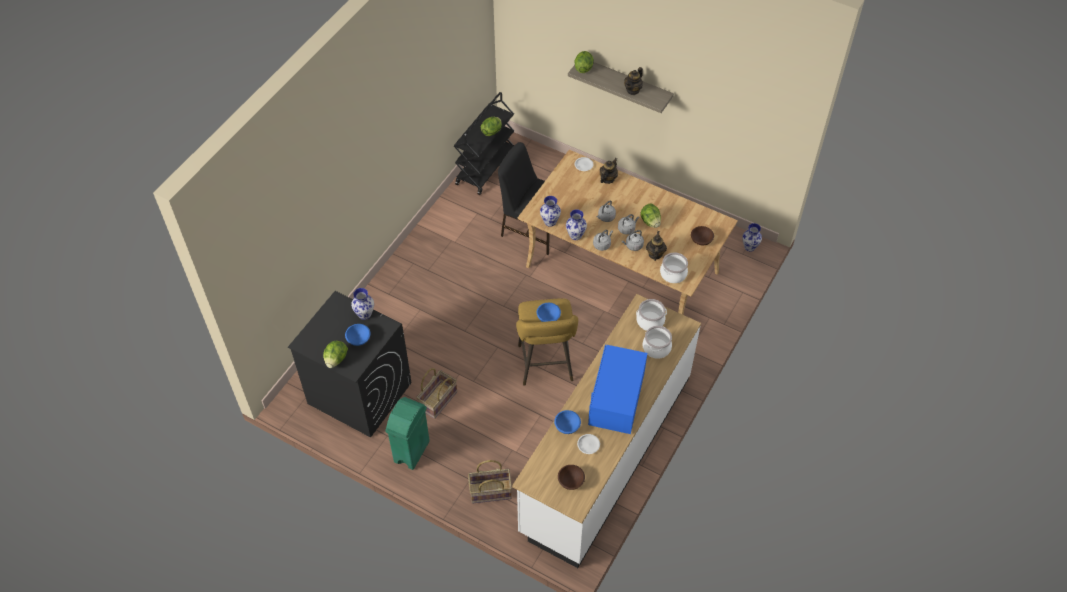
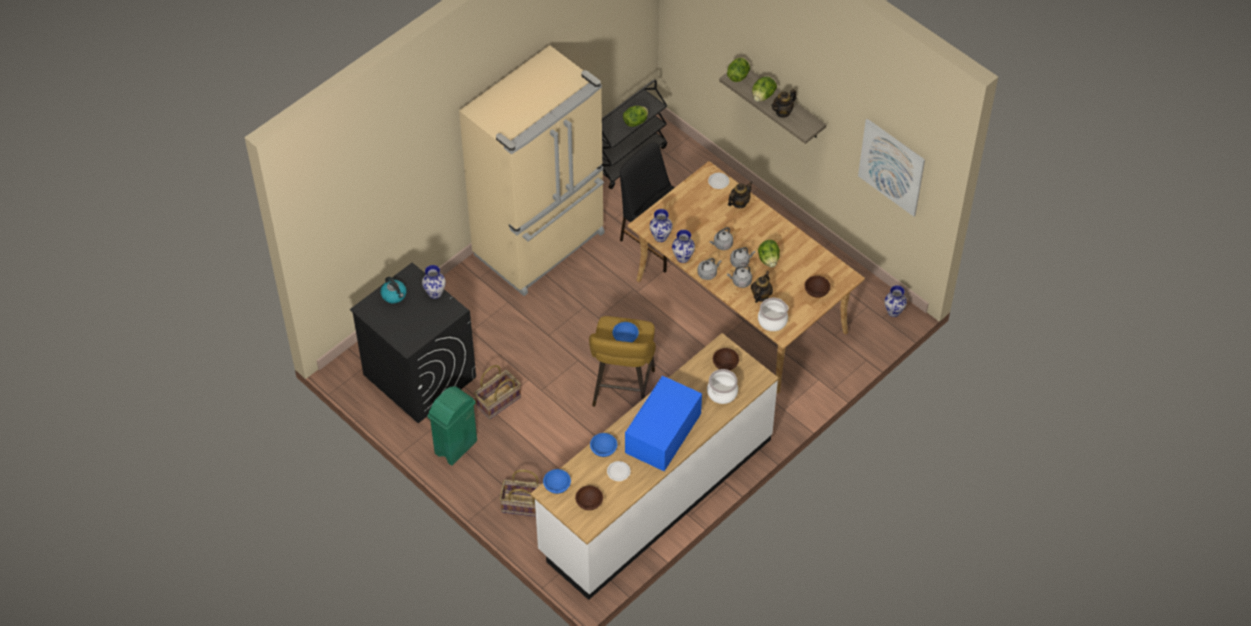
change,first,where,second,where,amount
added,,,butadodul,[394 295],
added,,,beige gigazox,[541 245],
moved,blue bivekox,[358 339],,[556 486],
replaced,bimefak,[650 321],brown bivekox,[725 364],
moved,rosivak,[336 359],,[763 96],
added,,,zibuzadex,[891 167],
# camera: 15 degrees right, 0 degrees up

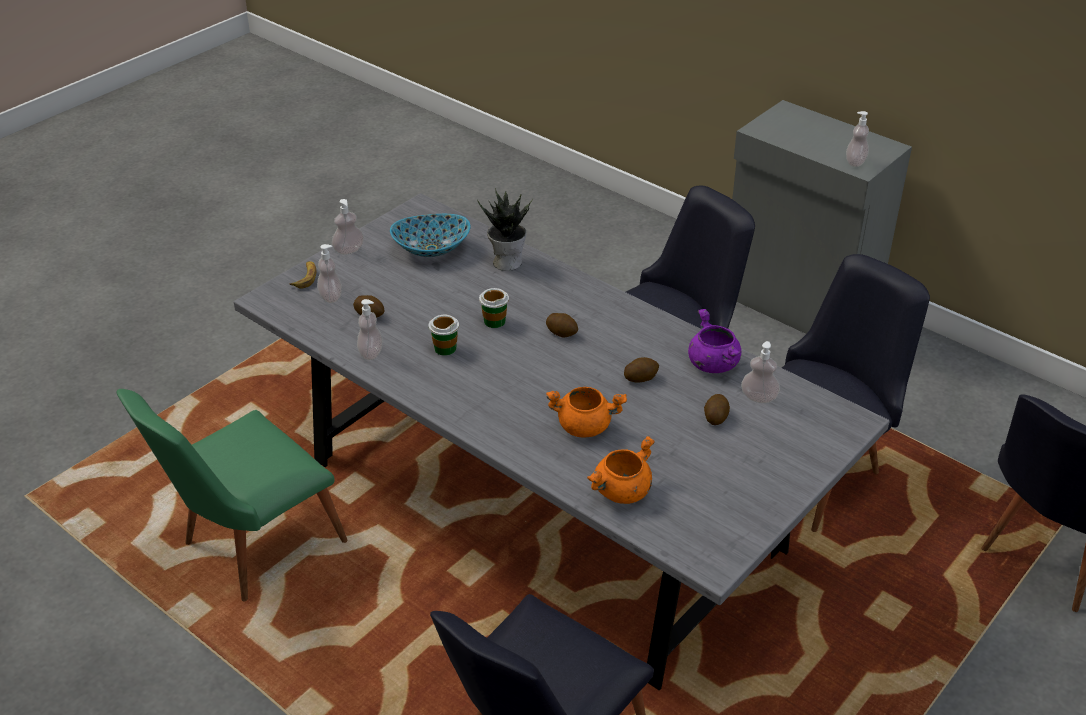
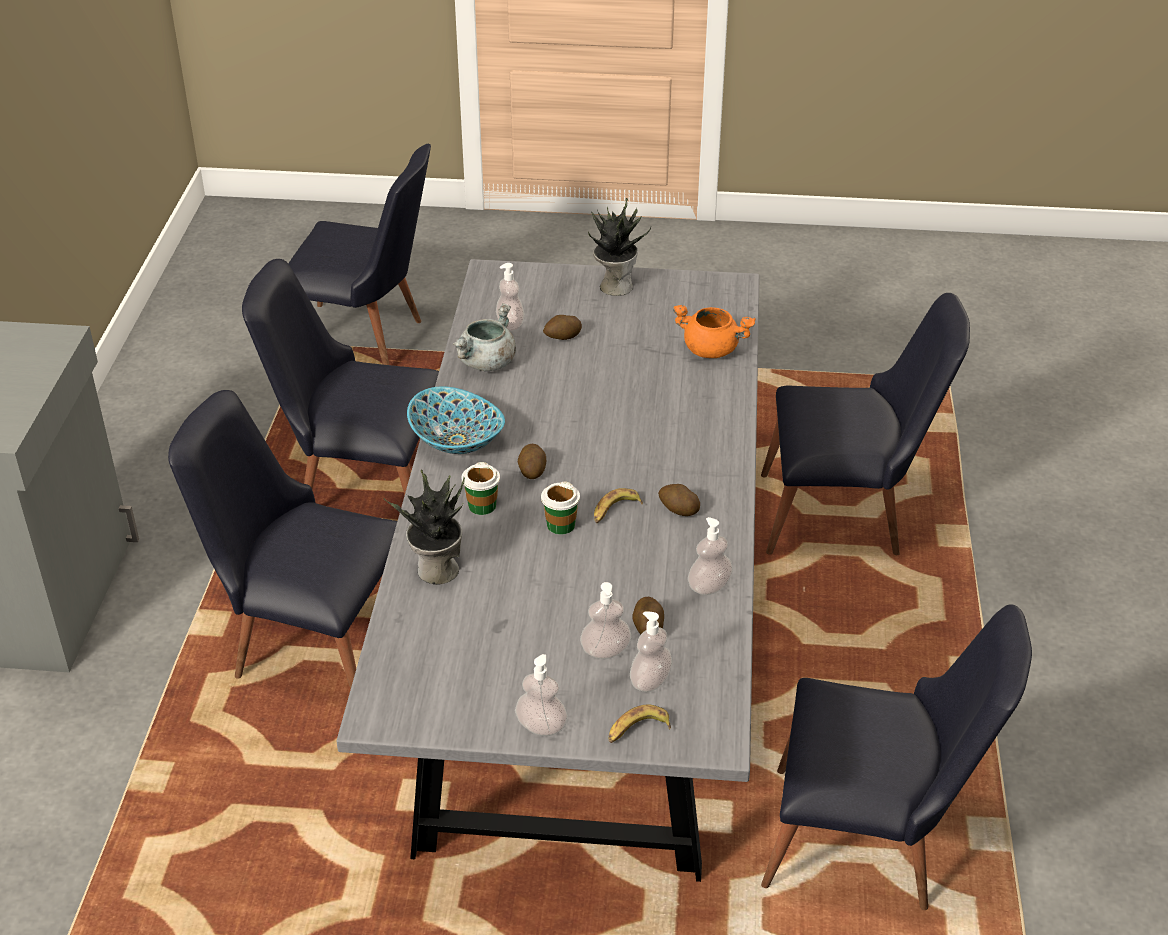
change,first,where,second,where,amount
moved,bivekox,[431 249],,[456 441],
recoloured,purple bimefak,[712 364],grey bimefak,[486 363],
moved,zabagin,[445 348],,[482 506],
moved,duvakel,[855 162],,[605 651],
added,,,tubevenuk,[614 286],
added,,,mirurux,[615 511],
moved,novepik,[641 378],,[678 510],
recoloured,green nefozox,[250 548],black nefozox,[871 846],
removed,orange bimefak,[585 426],,,
# camera: 125 degrees left, 0 degrees up

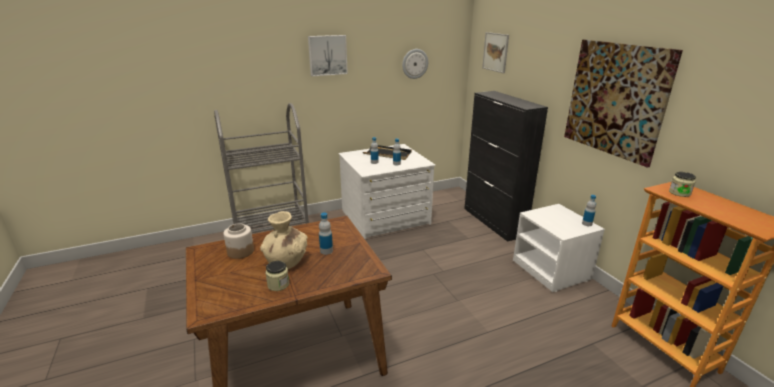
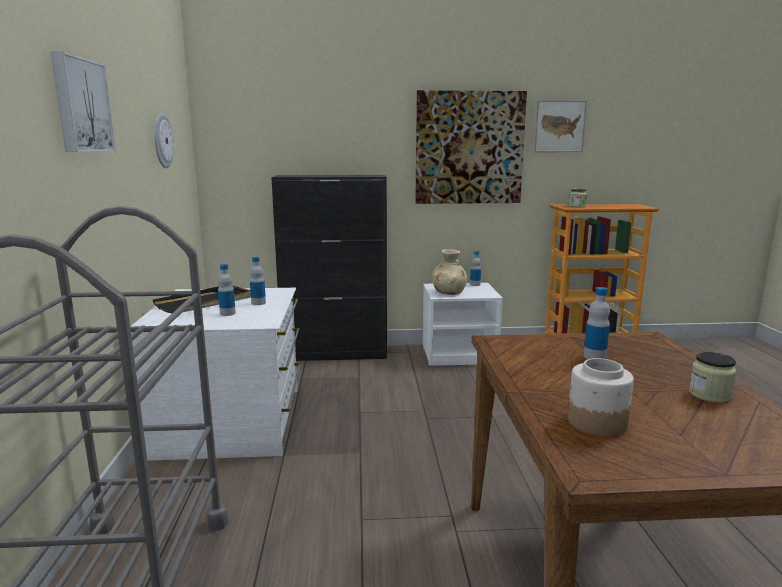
change,first,where,second,where,amount
moved,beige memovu,[286 262],,[449 292],
moved,zibuzadex,[495 52],,[559 126],
# camera: 70 degrees left, 10 degrees down

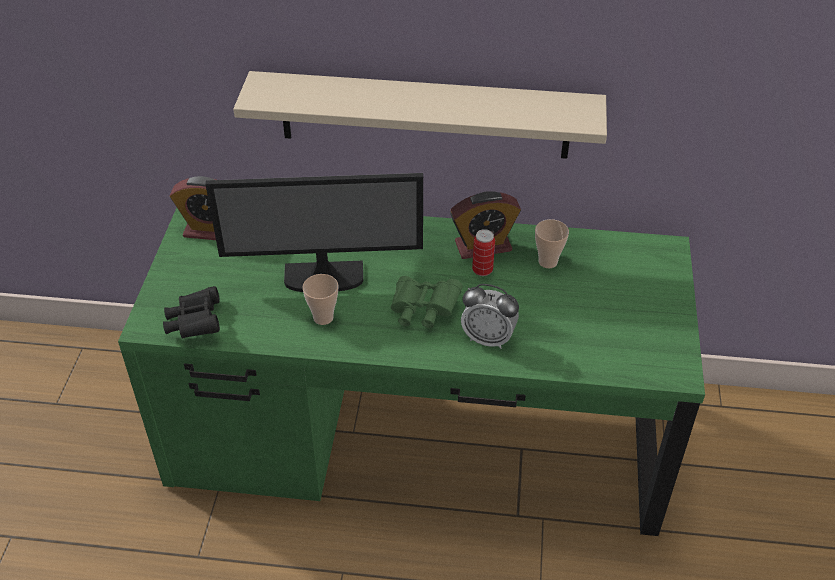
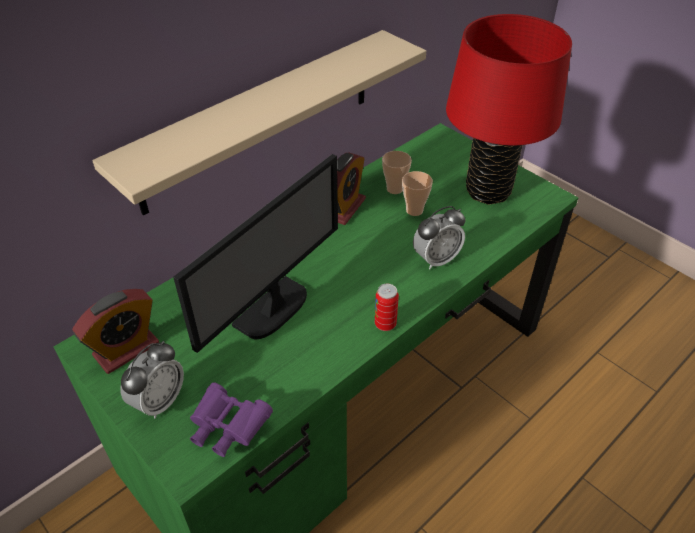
change,first,where,second,where,amount
added,,,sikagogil,[159 401],
recoloured,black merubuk,[195 323],purple merubuk,[227 428],
moved,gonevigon,[482 270],,[385 324],
moved,zabagin,[323 317],,[414 210],
added,,,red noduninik,[488 191],
removed,green merubuk,[423 311],,,
# camera: 50 degrees left, 0 degrees up

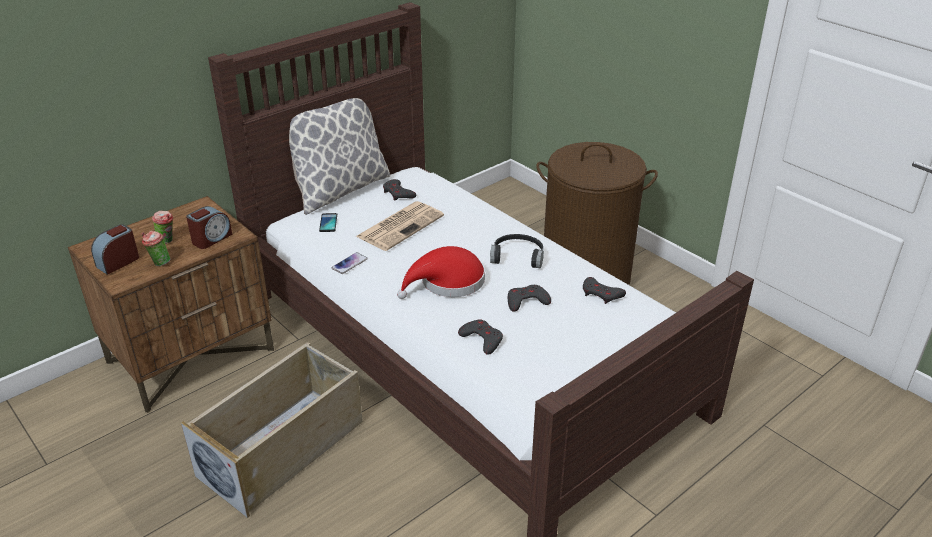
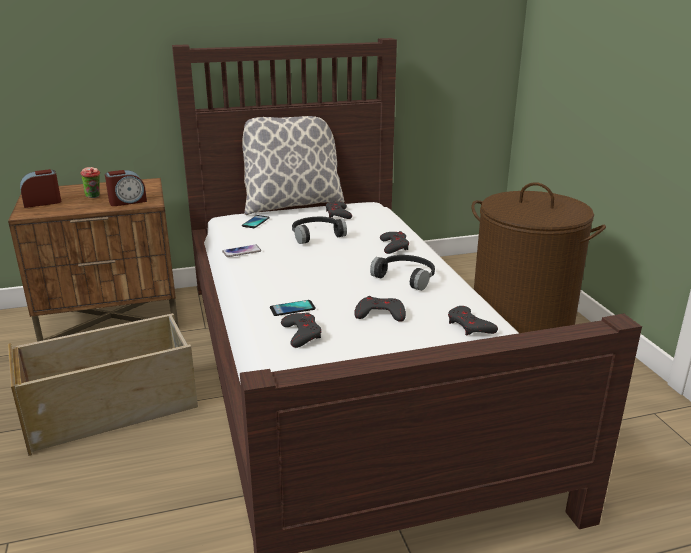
change,first,where,second,where,amount
added,,,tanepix,[292 308],
replaced,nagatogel,[400 226],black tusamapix,[316 235],
added,,,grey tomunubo,[394 246],
removed,zabagin,[159 263],,,
removed,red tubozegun,[448 282],,,
# camera: 25 degrees right, 10 degrees down

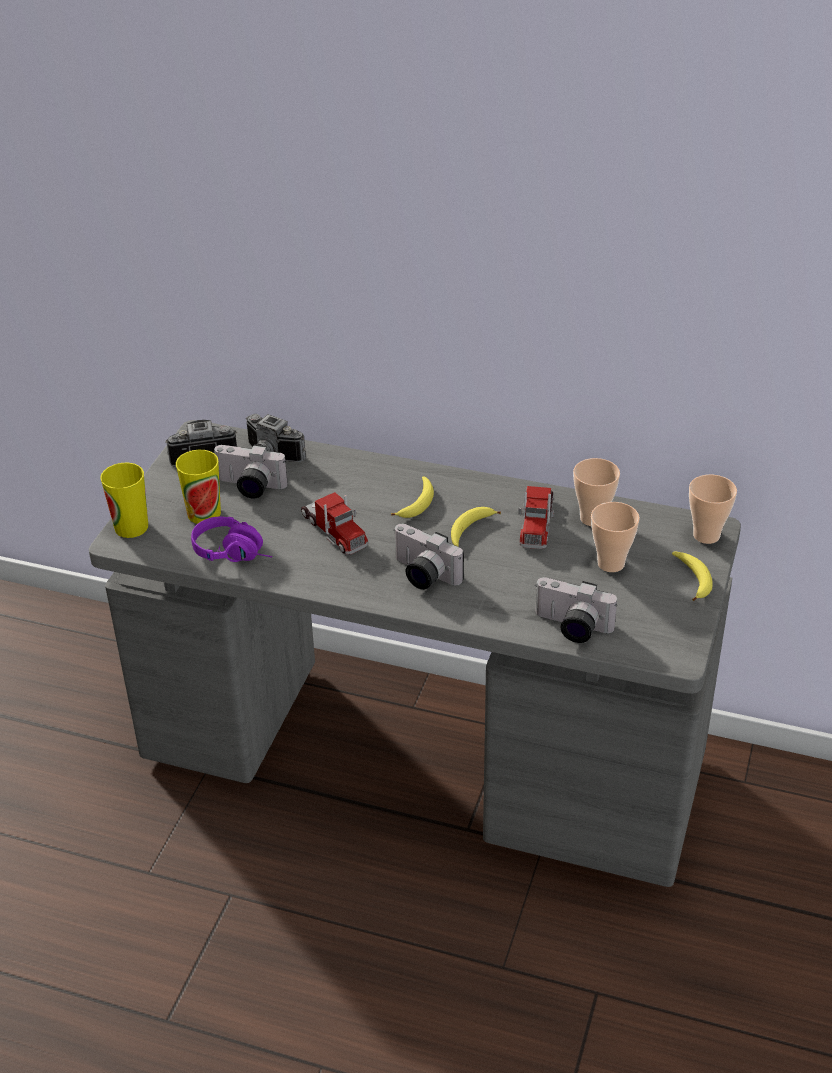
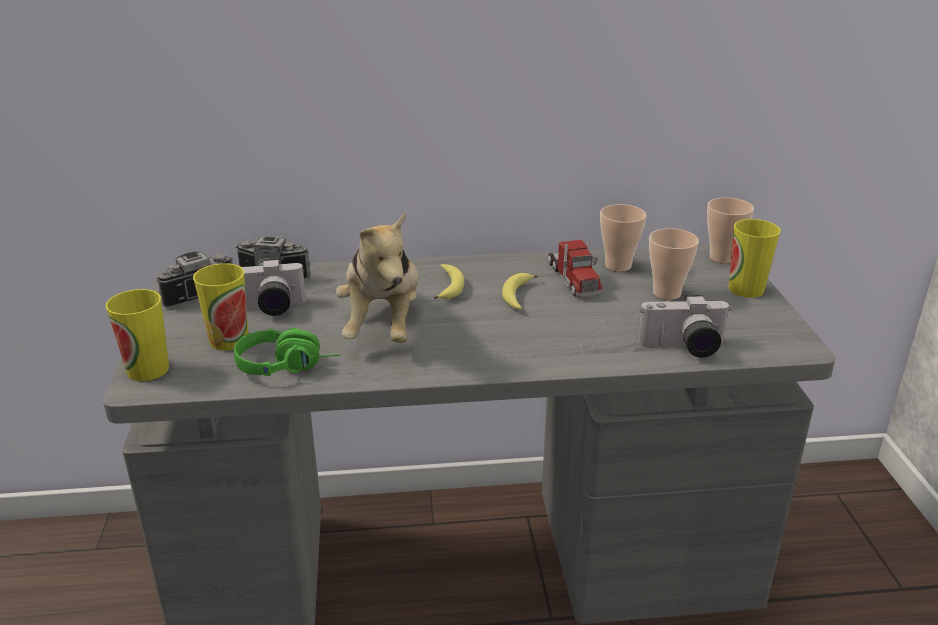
change,first,where,second,where,amount
recoloured,purple tusamapix,[236 553],green tusamapix,[289 365],
replaced,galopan,[334 531],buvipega,[383 325],
replaced,mirurux,[693 579],zabagin,[746 289],
removed,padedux,[422 575],,,
# camera: 25 degrees left, 10 degrees down

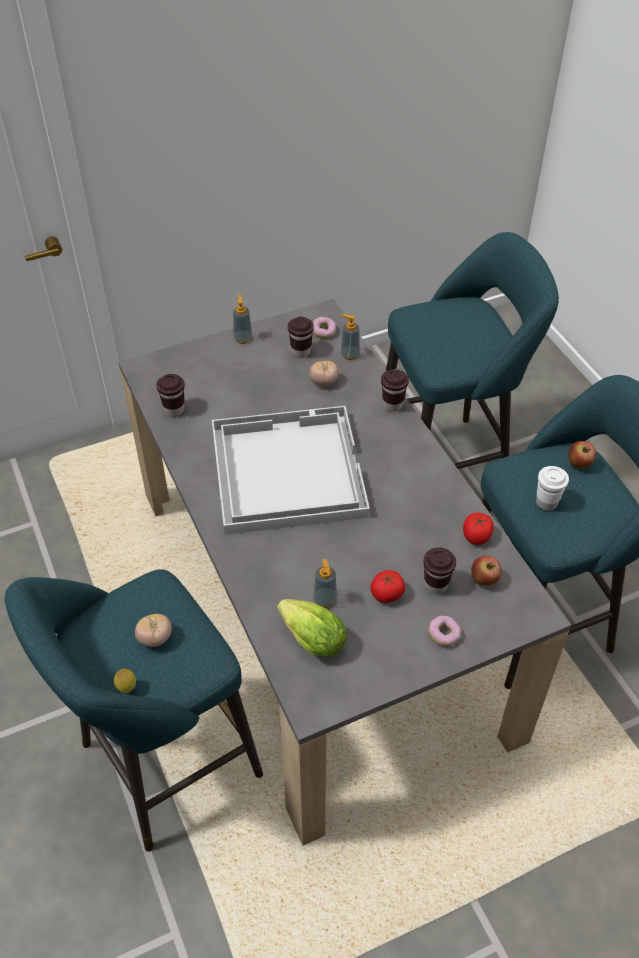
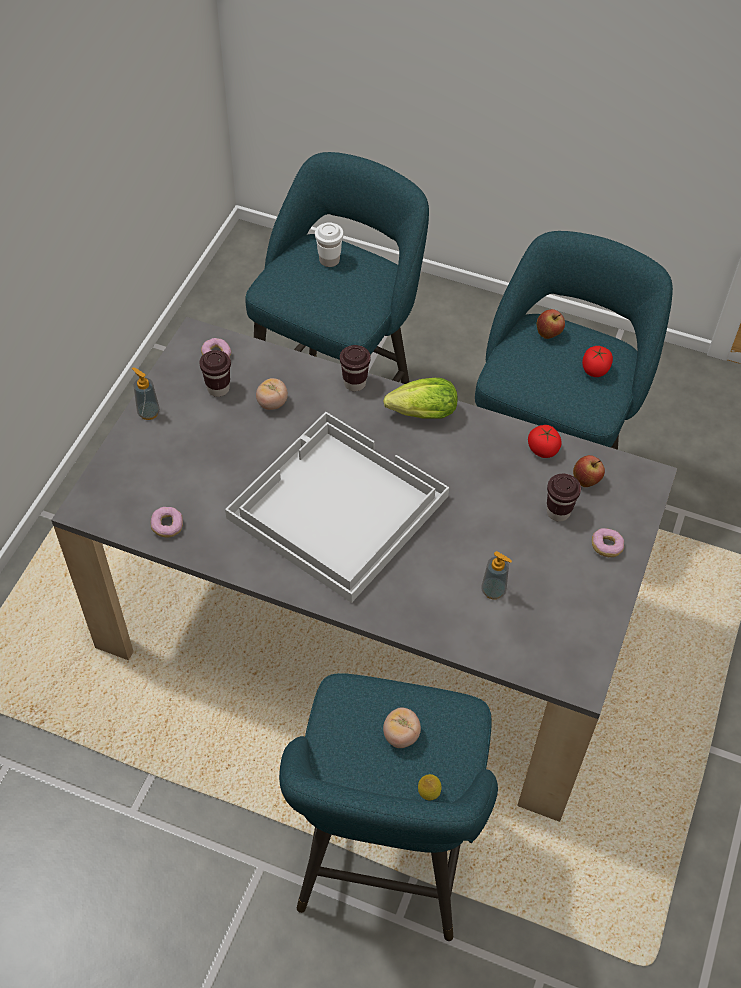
change,first,where,second,where,amount
replaced,brown zabagin,[174 409],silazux,[167 526],
moved,white zabagin,[546 502],,[329 260],
moved,rosivak,[309 637],,[419 414],
moved,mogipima,[387 594],,[595 370],
removed,duvakel,[350 355],,,
# camera: 45 degrees left, 5 degrees up

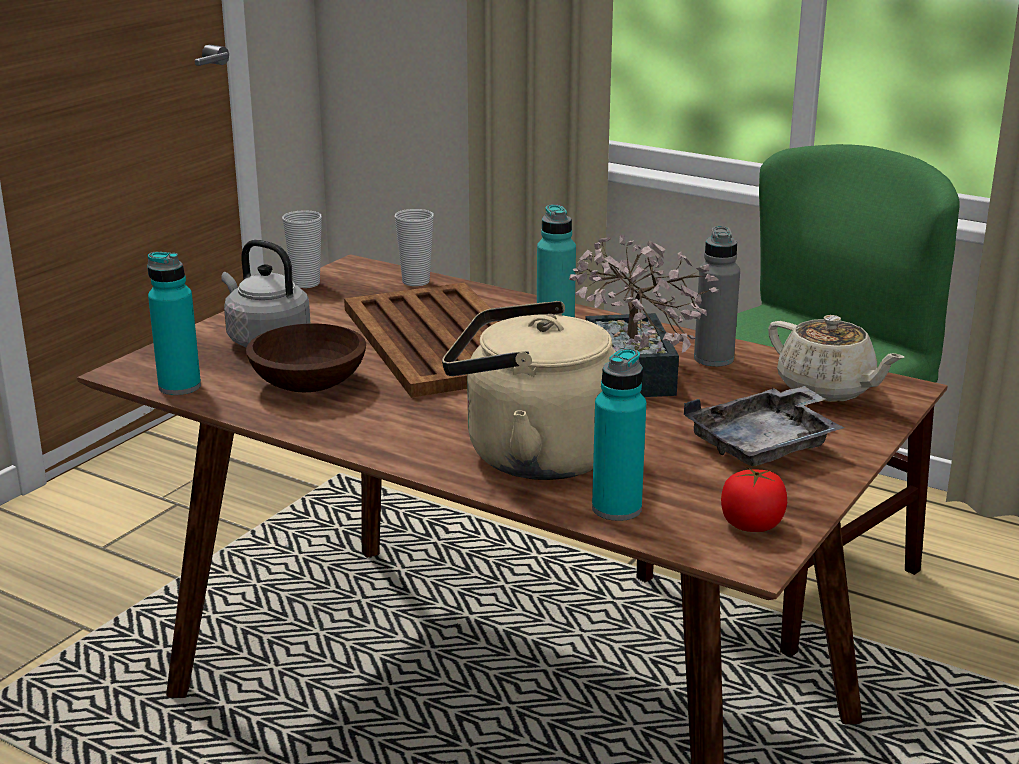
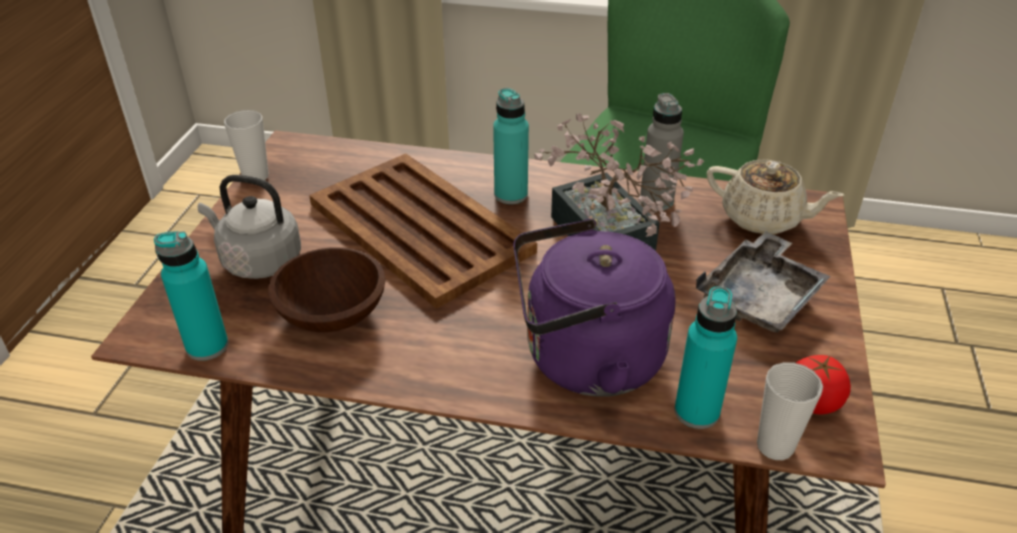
change,first,where,second,where,amount
recoloured,beige butadodul,[531 455],purple butadodul,[585 360],
moved,zabagin,[416 282],,[775 446],
# camera: 20 degrees left, 15 degrees up

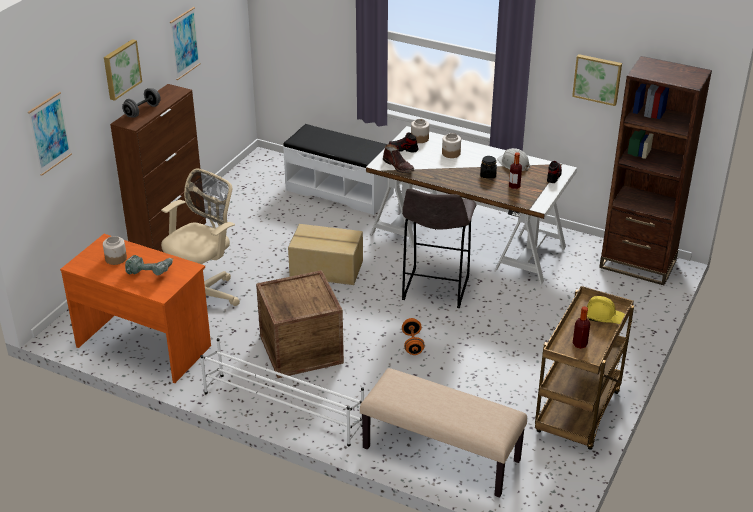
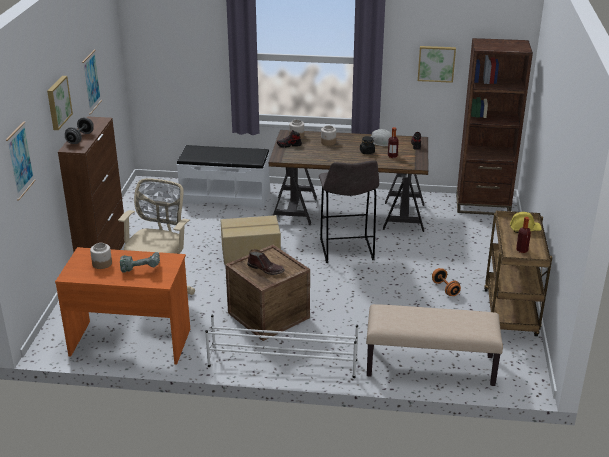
change,first,where,second,where,amount
moved,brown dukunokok,[399 166],,[266 269],
recoloured,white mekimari,[467 240],brown mekimari,[349 212],
moved,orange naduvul,[412 344],,[445 289],
# camera: 20 degrees left, 5 degrees down

